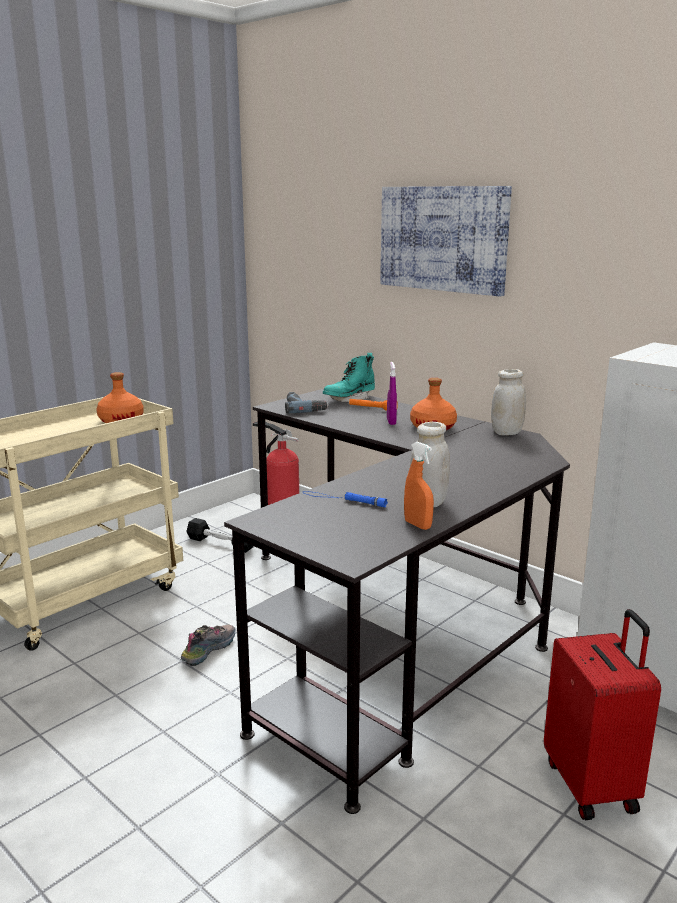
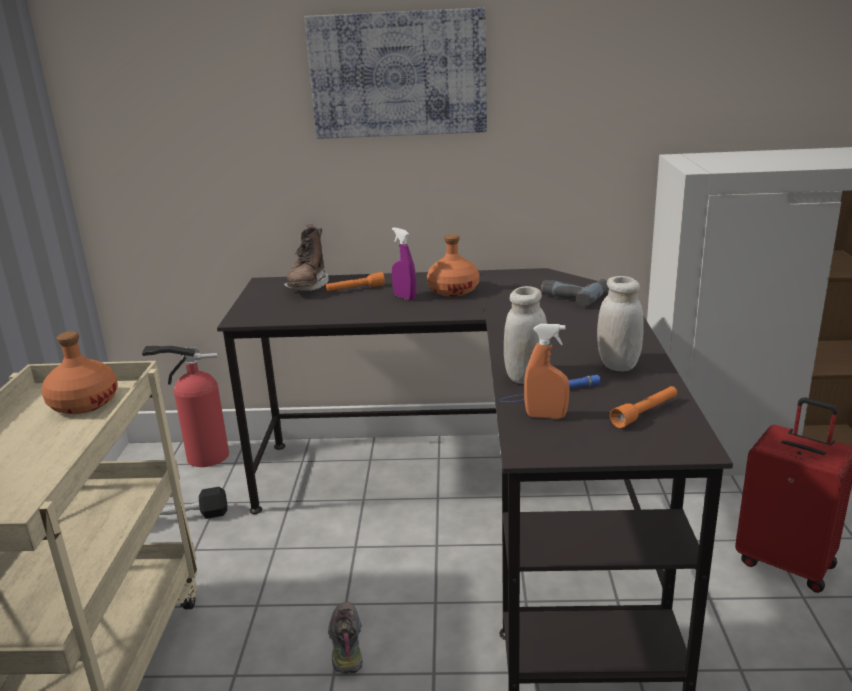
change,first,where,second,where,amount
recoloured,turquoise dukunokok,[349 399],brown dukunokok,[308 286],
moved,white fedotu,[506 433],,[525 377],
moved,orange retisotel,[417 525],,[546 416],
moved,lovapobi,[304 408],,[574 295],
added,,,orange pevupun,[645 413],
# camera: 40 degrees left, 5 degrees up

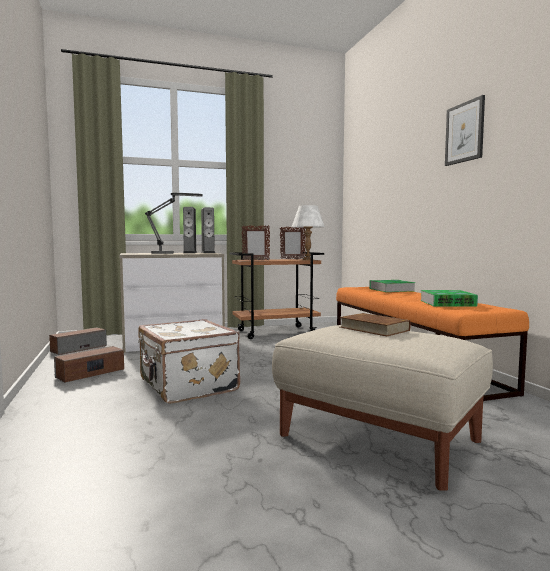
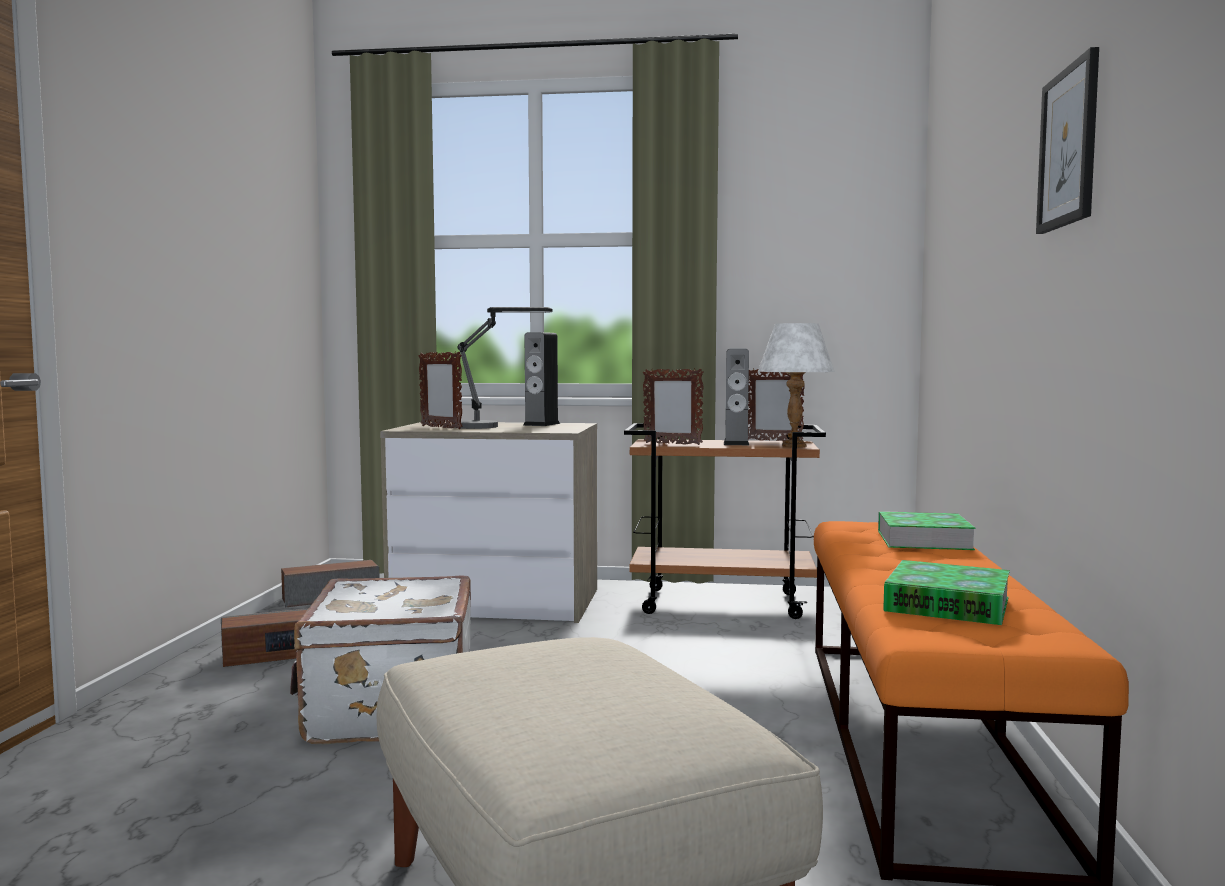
change,first,where,second,where,amount
added,,,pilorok,[441 427],
moved,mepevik,[208 252],,[736 443],
removed,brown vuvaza,[374 329],,,
# camera: 25 degrees right, 0 degrees up

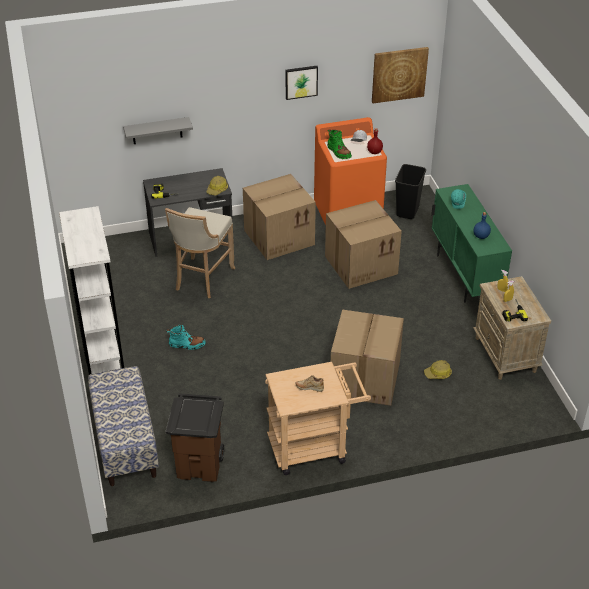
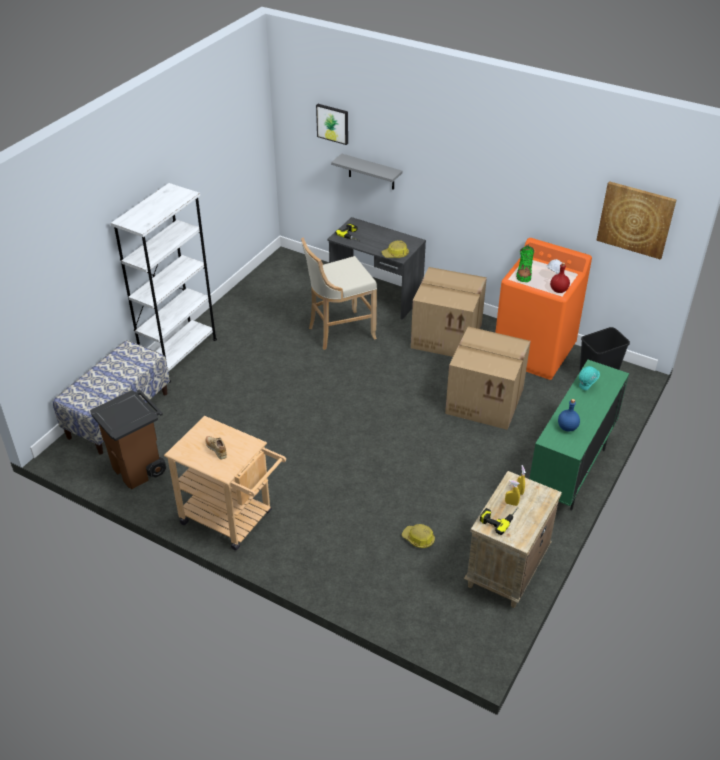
change,first,where,second,where,amount
moved,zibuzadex,[301 82],,[333 123],
removed,turquoise dukunokok,[187 344],,,
removed,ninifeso,[366 380],,,
# camera: 45 degrees right, 0 degrees up

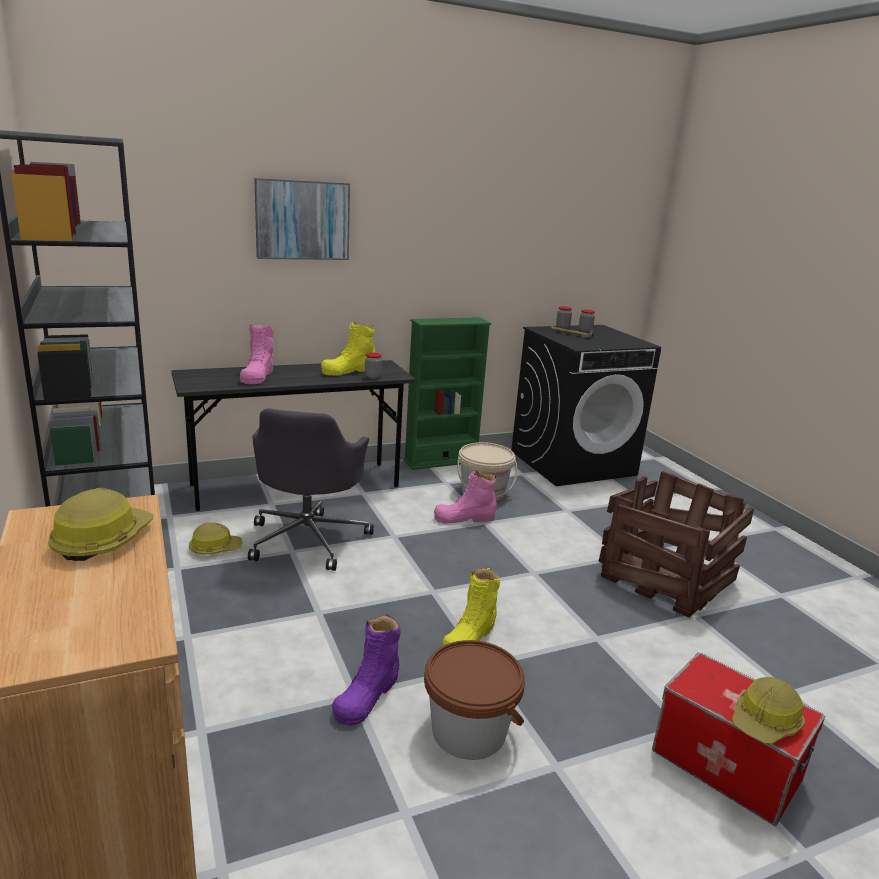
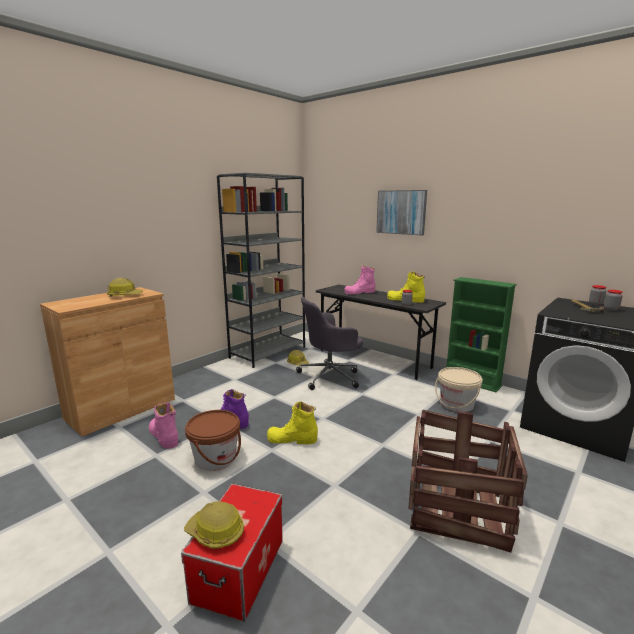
change,first,where,second,where,amount
moved,pink dukunokok,[464 518],,[163 436],
# camera: 65 degrees right, 5 degrees down

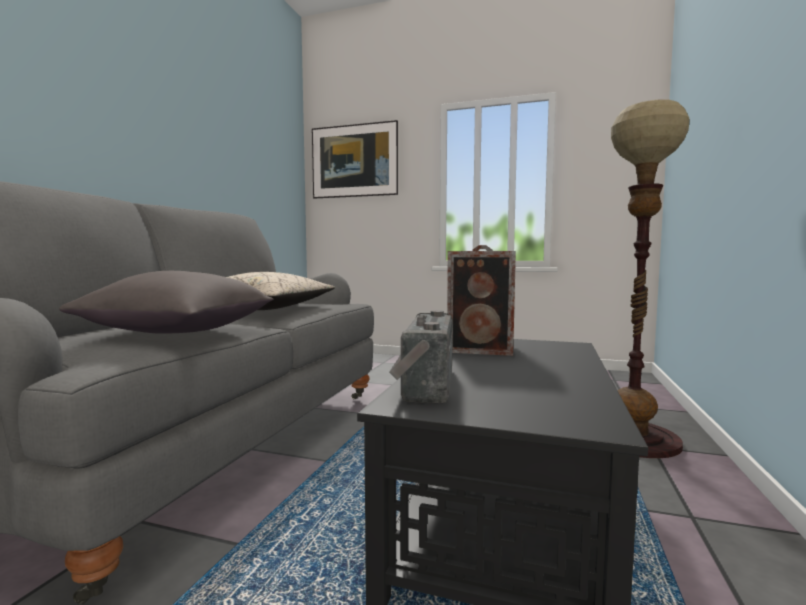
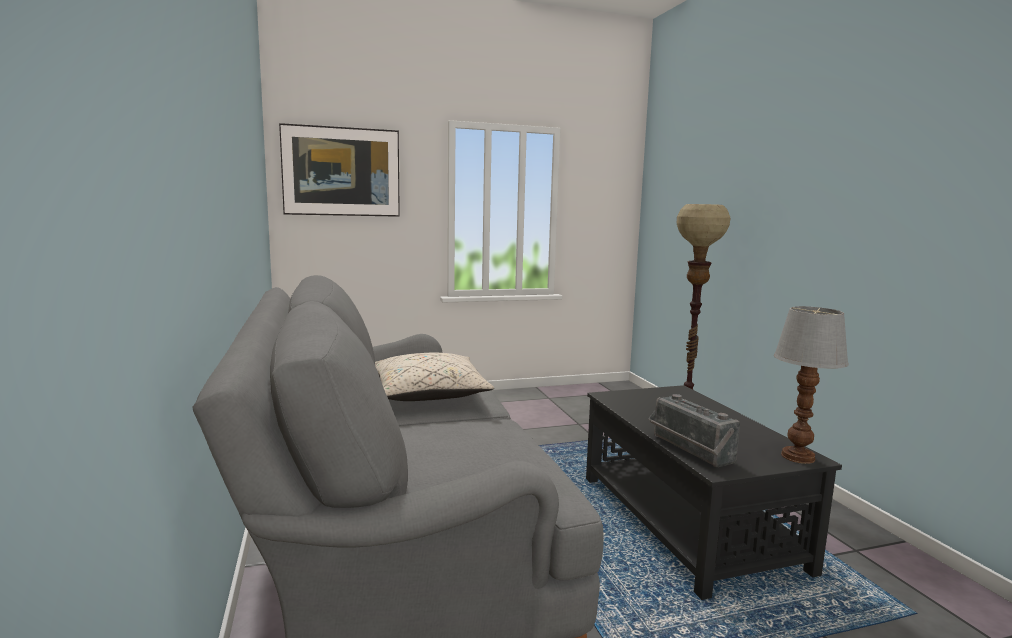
change,first,where,second,where,amount
added,,,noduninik,[797 456],
removed,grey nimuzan,[181 332],,,
removed,mepevik,[483 349],,,
# camera: 35 degrees left, 5 degrees up

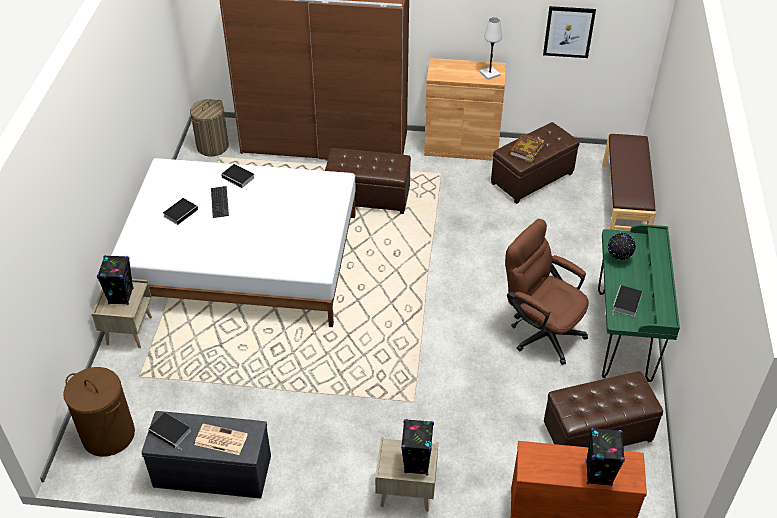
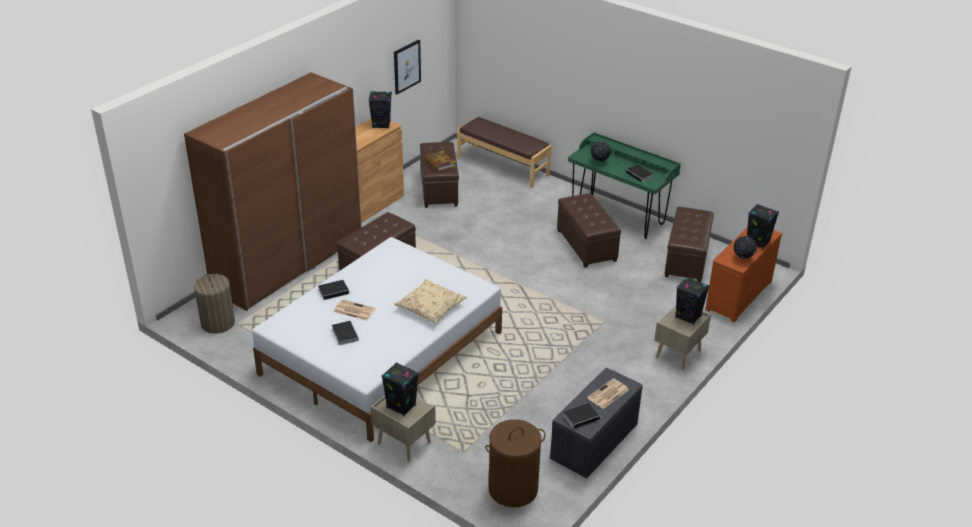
change,first,where,second,where,amount
replaced,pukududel,[219 202],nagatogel,[353 310],
replaced,white noduninik,[489 74],black mepevik,[381 125],
added,,,beige nimuzan,[430 307],
replaced,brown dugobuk,[541 331],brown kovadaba,[586 245],
added,,,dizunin,[742 259],
# camera: 60 degrees left, 10 degrees down

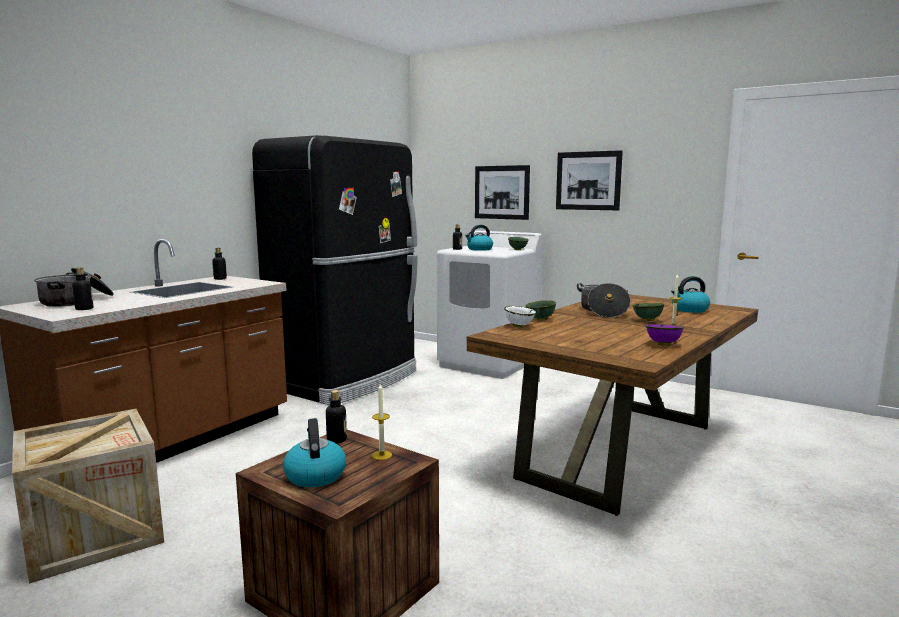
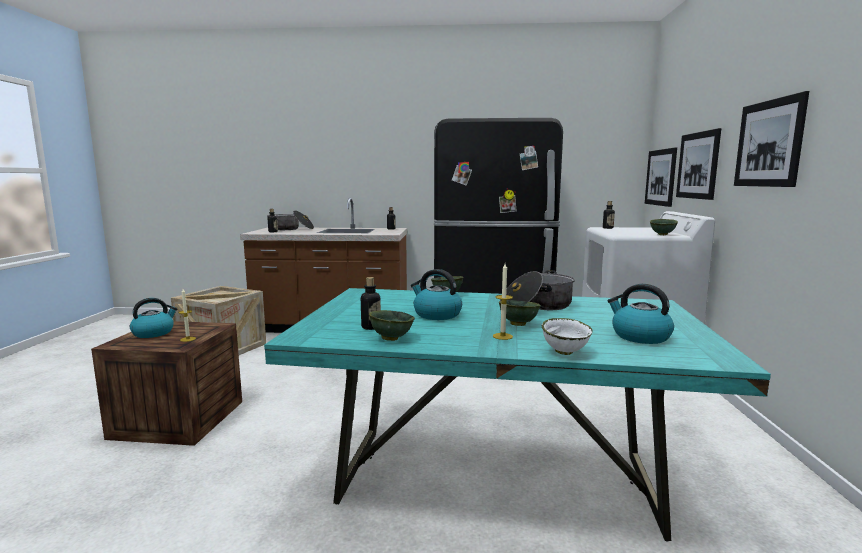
change,first,where,second,where,amount
recoloured,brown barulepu,[619 451],turquoise barulepu,[497 479],
moved,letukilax,[336 440],,[371 327],
recoloured,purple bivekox,[662 345],green bivekox,[391 338],
moved,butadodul,[479 249],,[436 314],
moved,white bivekox,[519 326],,[565 352],
added,,,zibuzadex,[660 177],
# camera: 60 degrees right, 0 degrees up

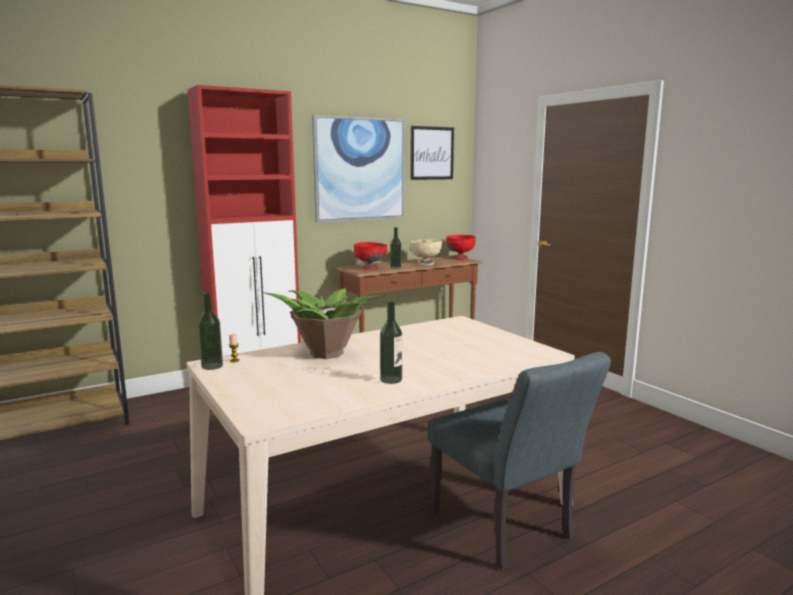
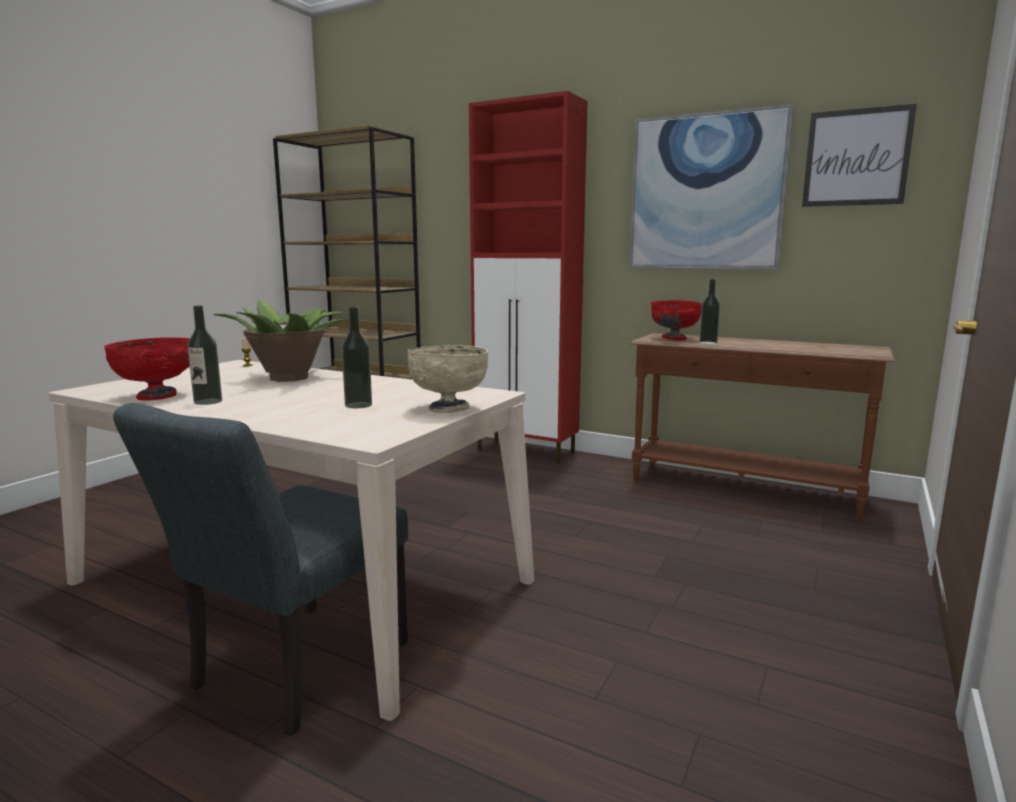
change,first,where,second,where,amount
moved,red bivekox,[460 258],,[156 396],
moved,letukilax,[212 366],,[358 405],
moved,beige bivekox,[426 264],,[449 409],
# camera: 60 degrees right, 0 degrees up

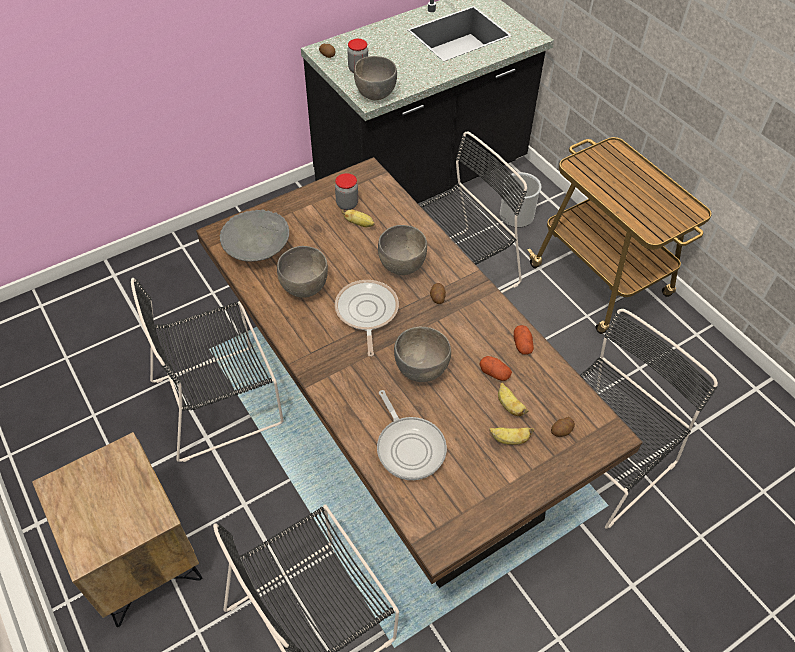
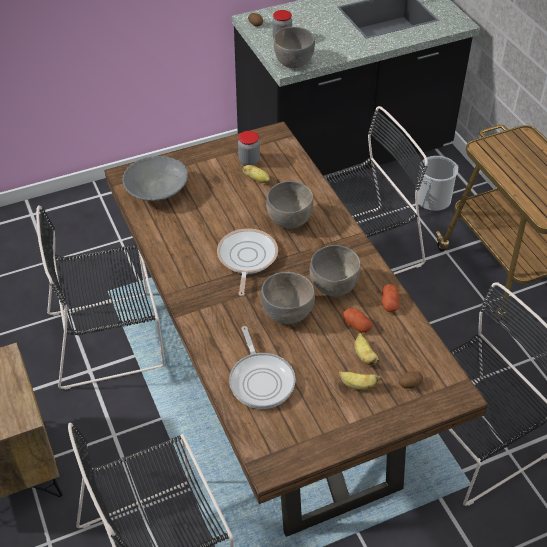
change,first,where,second,where,amount
moved,grey bivekox,[304 288],,[333 287],
# camera: 10 degrees right, 5 degrees down

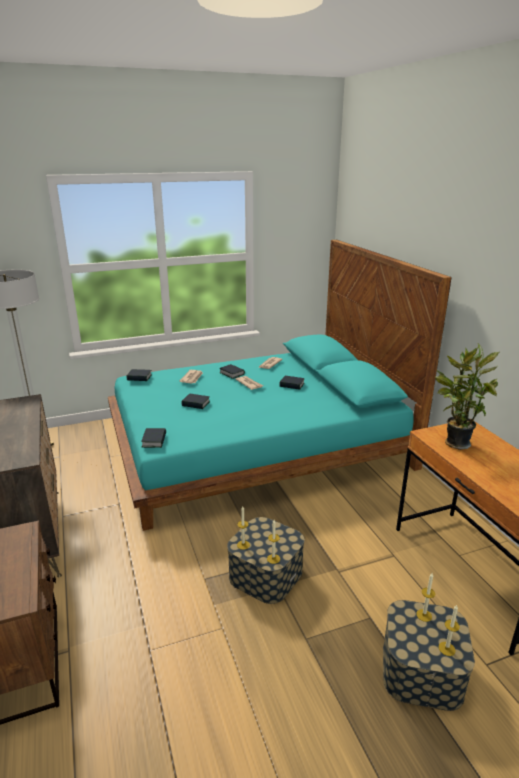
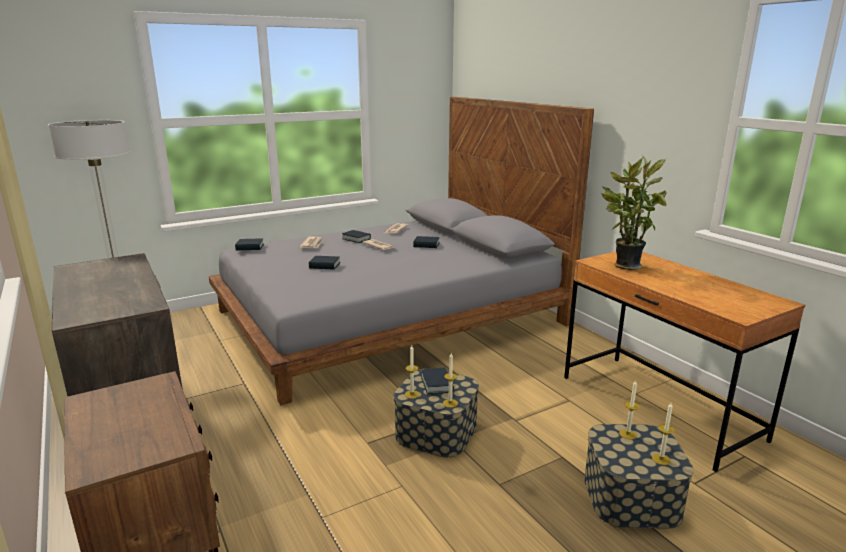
change,first,where,second,where,amount
recoloured,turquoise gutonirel,[255 445],grey gutonirel,[388 317],
moved,vuvaza,[154 440],,[437 384],
# camera: 10 degrees left, 5 degrees down

